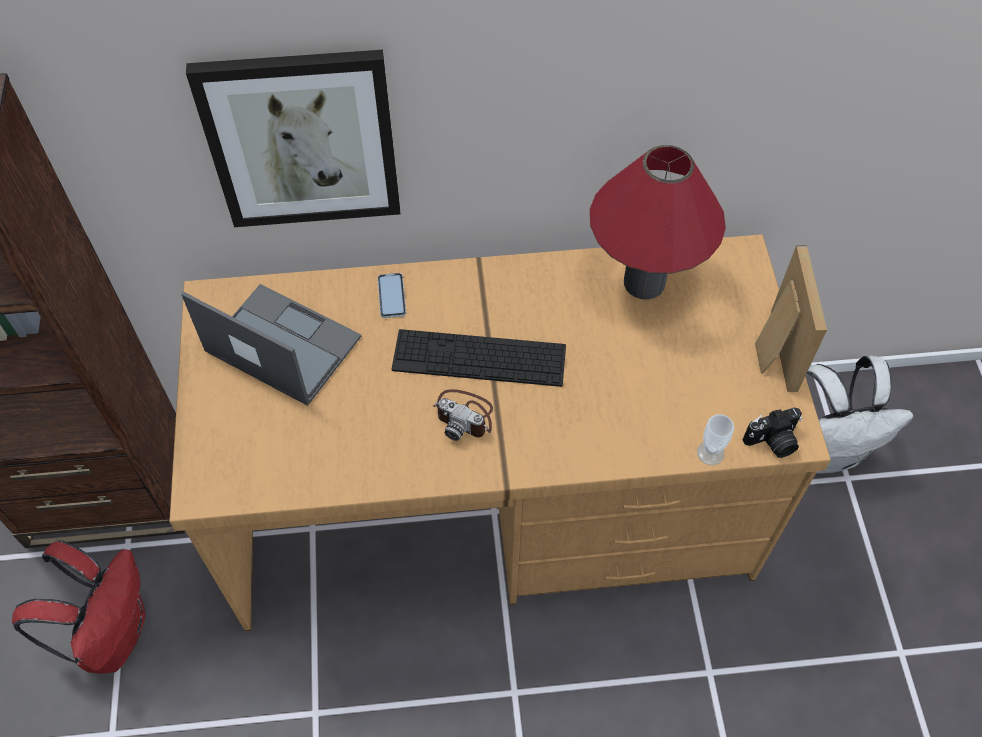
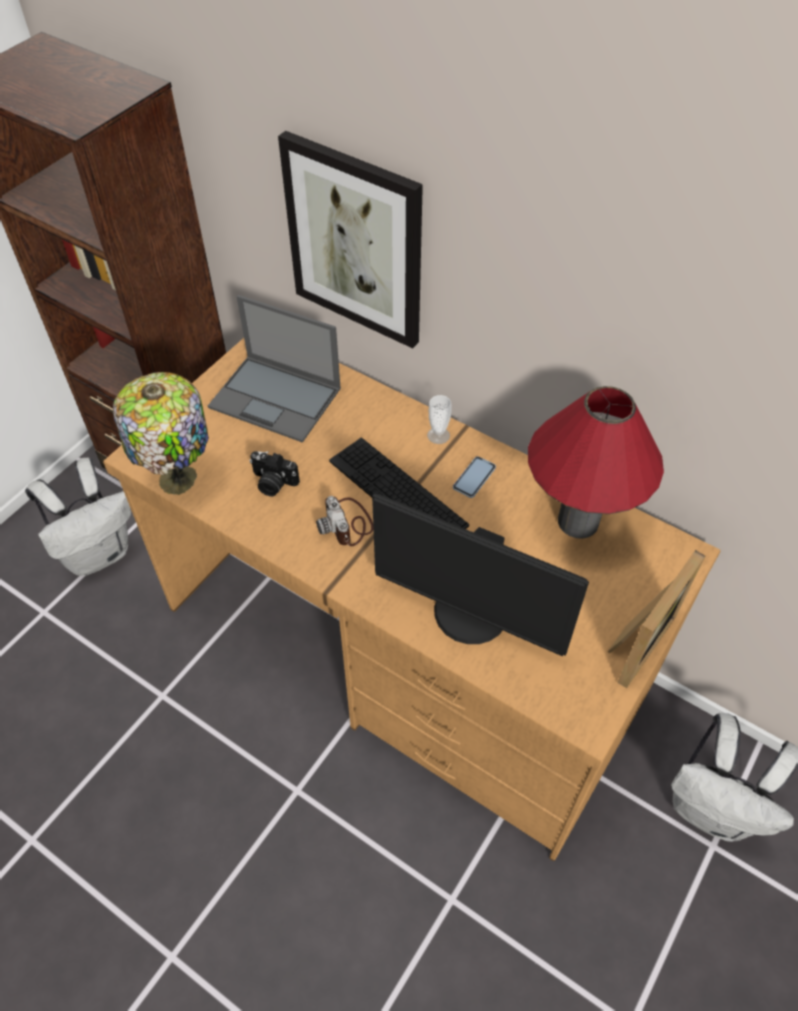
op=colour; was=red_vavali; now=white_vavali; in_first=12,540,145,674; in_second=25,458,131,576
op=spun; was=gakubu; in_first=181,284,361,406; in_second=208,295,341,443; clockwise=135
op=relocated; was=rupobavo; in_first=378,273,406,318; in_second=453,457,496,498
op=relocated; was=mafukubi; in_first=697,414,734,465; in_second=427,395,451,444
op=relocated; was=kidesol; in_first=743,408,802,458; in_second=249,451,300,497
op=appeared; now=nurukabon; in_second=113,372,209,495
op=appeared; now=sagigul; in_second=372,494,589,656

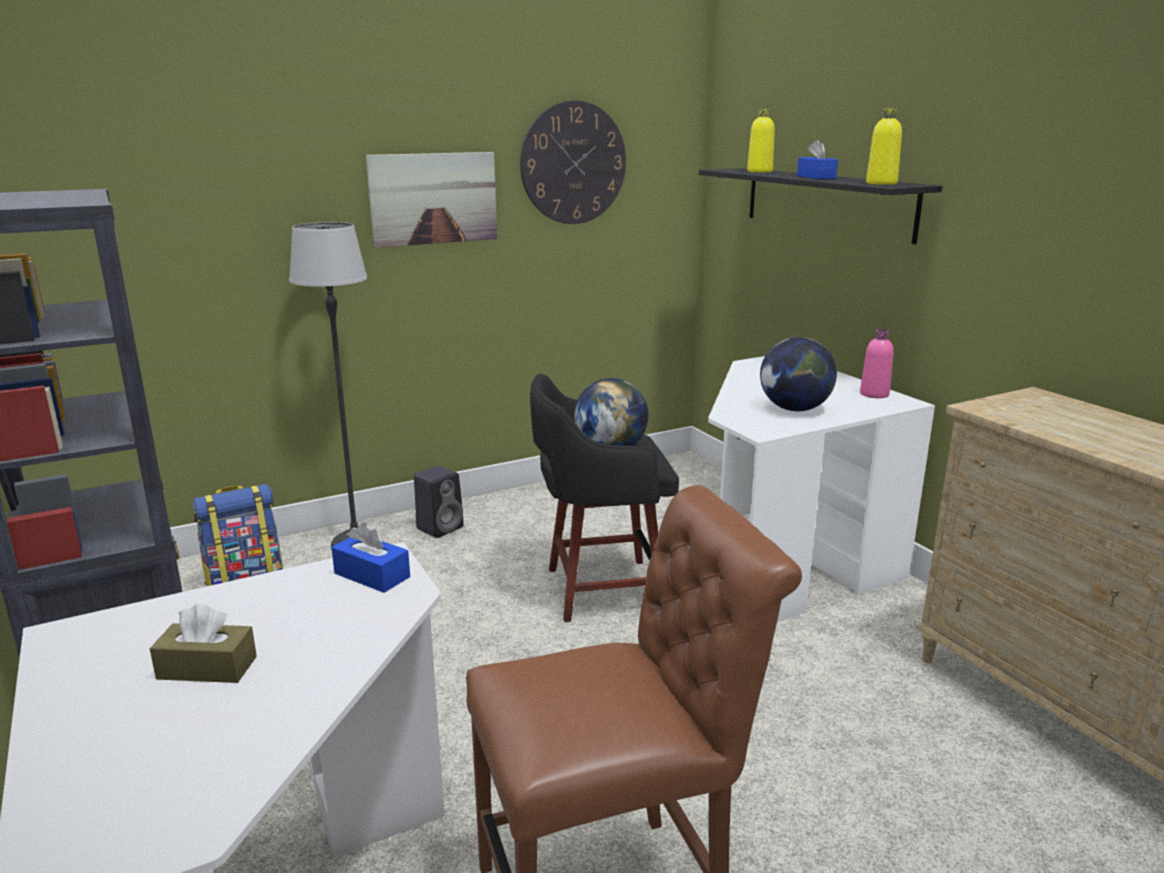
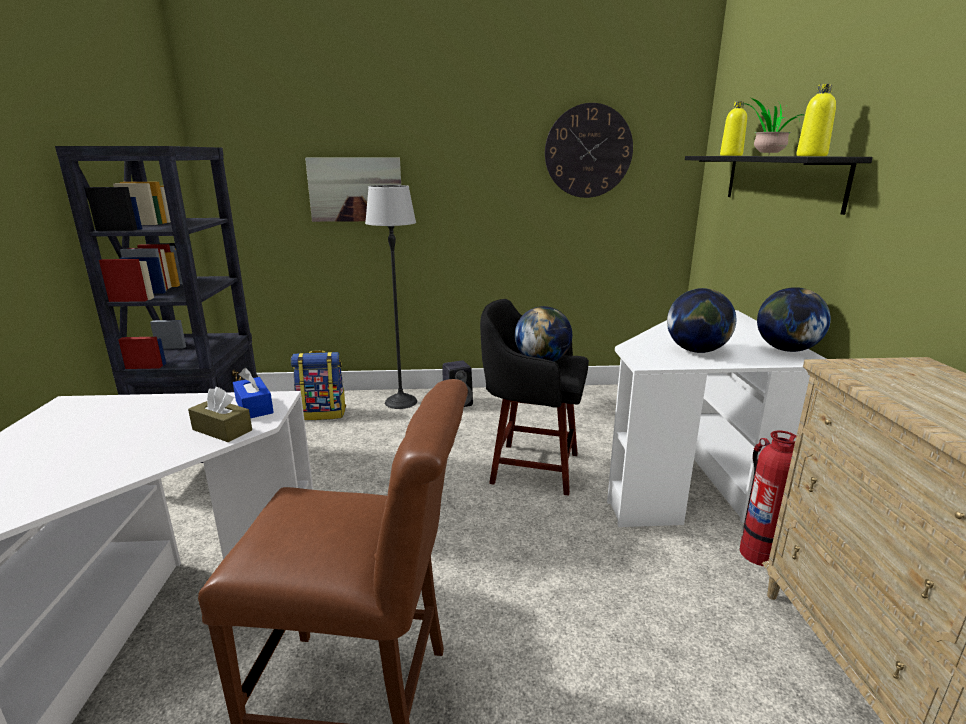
op=relocated; was=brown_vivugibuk; in_first=150,604,257,683; in_second=188,387,252,442
op=relocated; was=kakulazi; in_first=366,152,497,248; in_second=305,158,401,222
op=exchanged; was=blue_vivugibuk; now=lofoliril; in_first=797,140,838,179; in_second=746,98,805,154
op=exchanged; was=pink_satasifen; now=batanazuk; in_first=860,329,893,398; in_second=757,287,831,352
op=appeared; now=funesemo; in_second=740,430,796,566

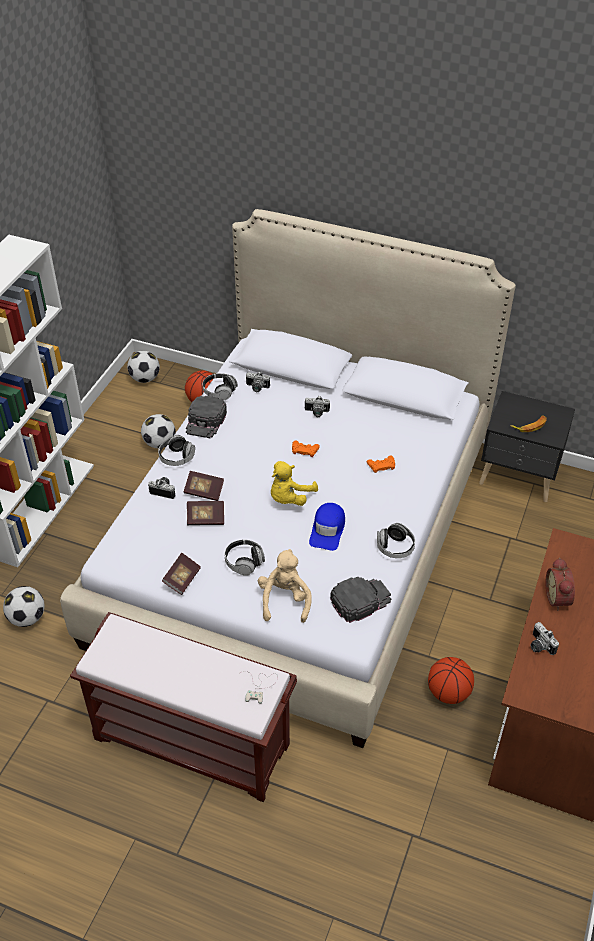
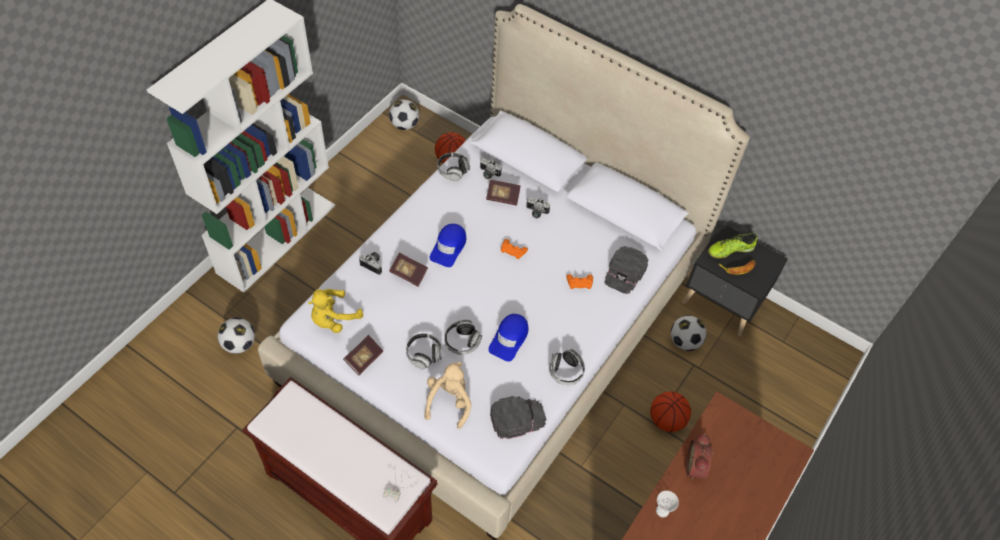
op=relocated; was=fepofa; in_first=141,414,176,448; in_second=671,315,707,351
op=relocated; was=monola; in_first=158,435,195,466; in_second=444,320,482,355
op=relocated; was=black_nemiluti; in_first=186,396,227,438; in_second=604,246,648,294
op=relocated; was=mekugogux; in_first=187,501,224,525; in_second=486,180,521,206
op=relocated; was=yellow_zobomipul; in_first=271,461,318,506; in_second=308,289,363,333
op=relocated; was=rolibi; in_first=428,657,474,704; in_second=650,391,691,432
op=exchanged; was=kidesol; now=mafukubi; in_first=530,622,559,655; in_second=656,491,679,518
op=appeared; now=blue_nemiluti; in_second=429,224,466,267
op=appeared; now=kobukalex; in_second=708,232,758,258

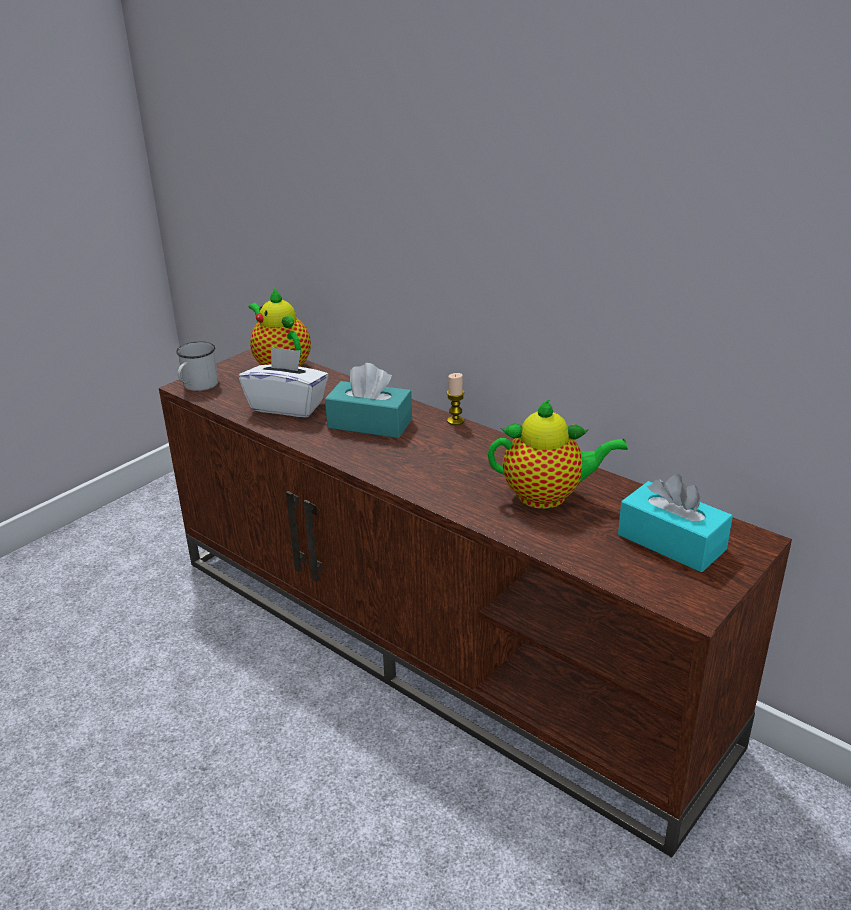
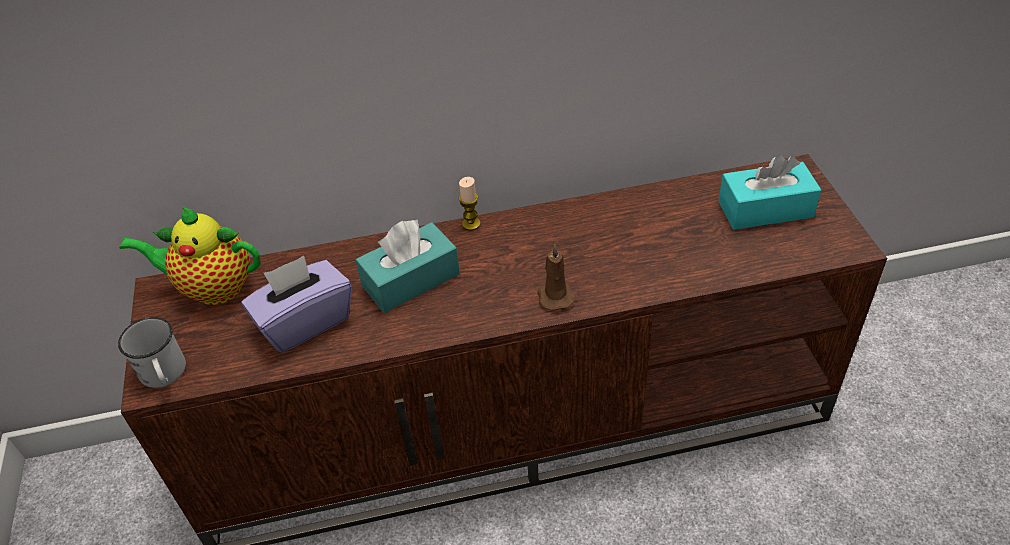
op=colour; was=white_vivugibuk; now=purple_vivugibuk; in_first=239,346,329,417; in_second=241,256,351,353
op=missing; was=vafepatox; in_first=488,399,628,509
op=appeared; now=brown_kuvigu; in_second=537,244,576,311

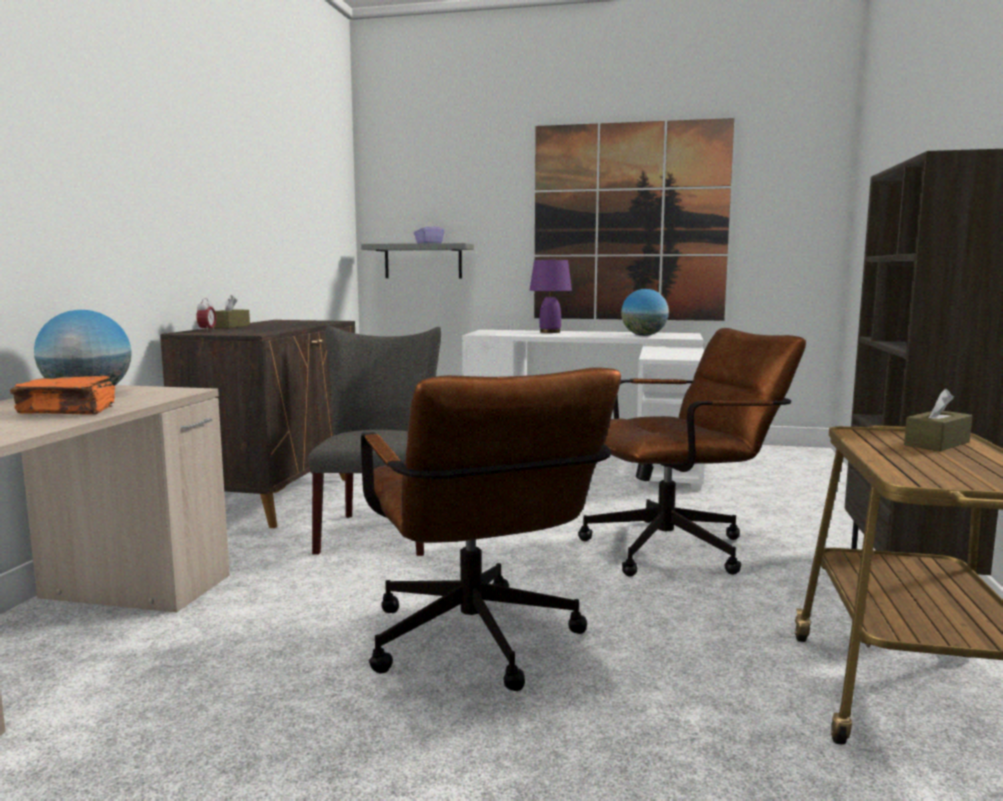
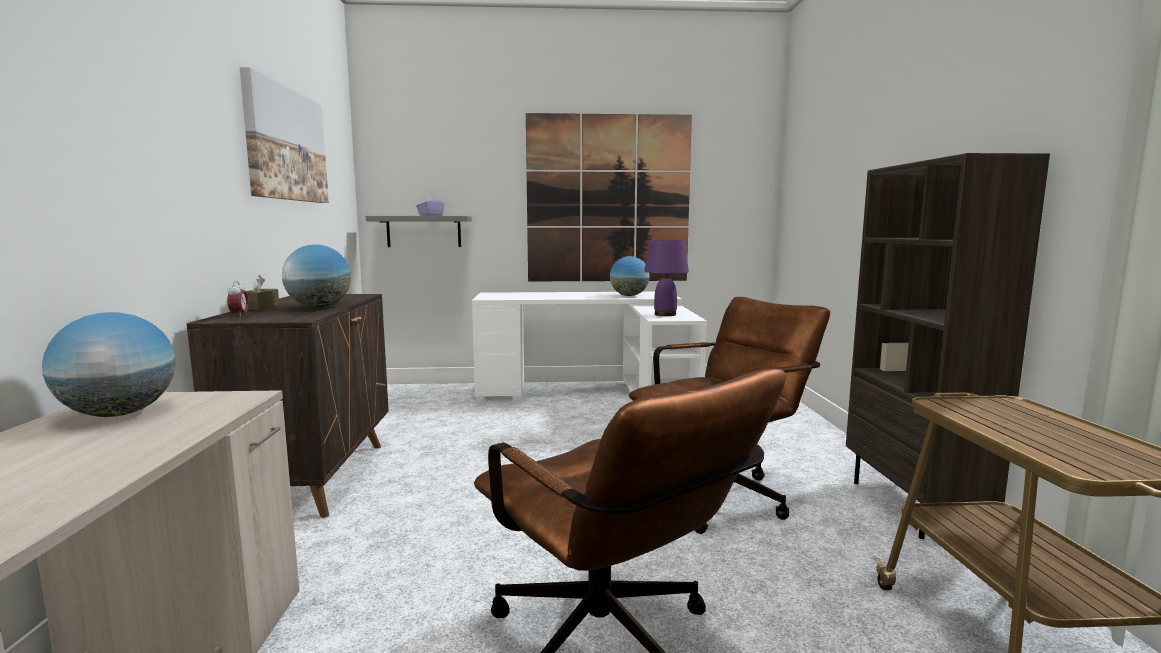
op=missing; was=orange_mekugogux; in_first=10,376,115,415
op=missing; was=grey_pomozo; in_first=308,326,441,556
op=relocated; was=purple_nurukabon; in_first=530,260,572,333; in_second=644,240,689,316
op=missing; was=brown_vivugibuk; in_first=904,389,972,451
op=appeared; now=kakulazi; in_second=240,67,329,203
op=appeared; now=batanazuk; in_second=282,244,351,308

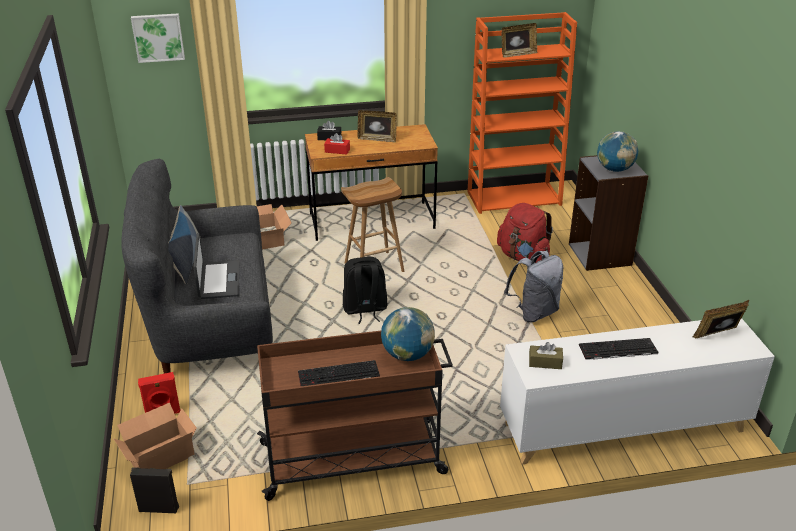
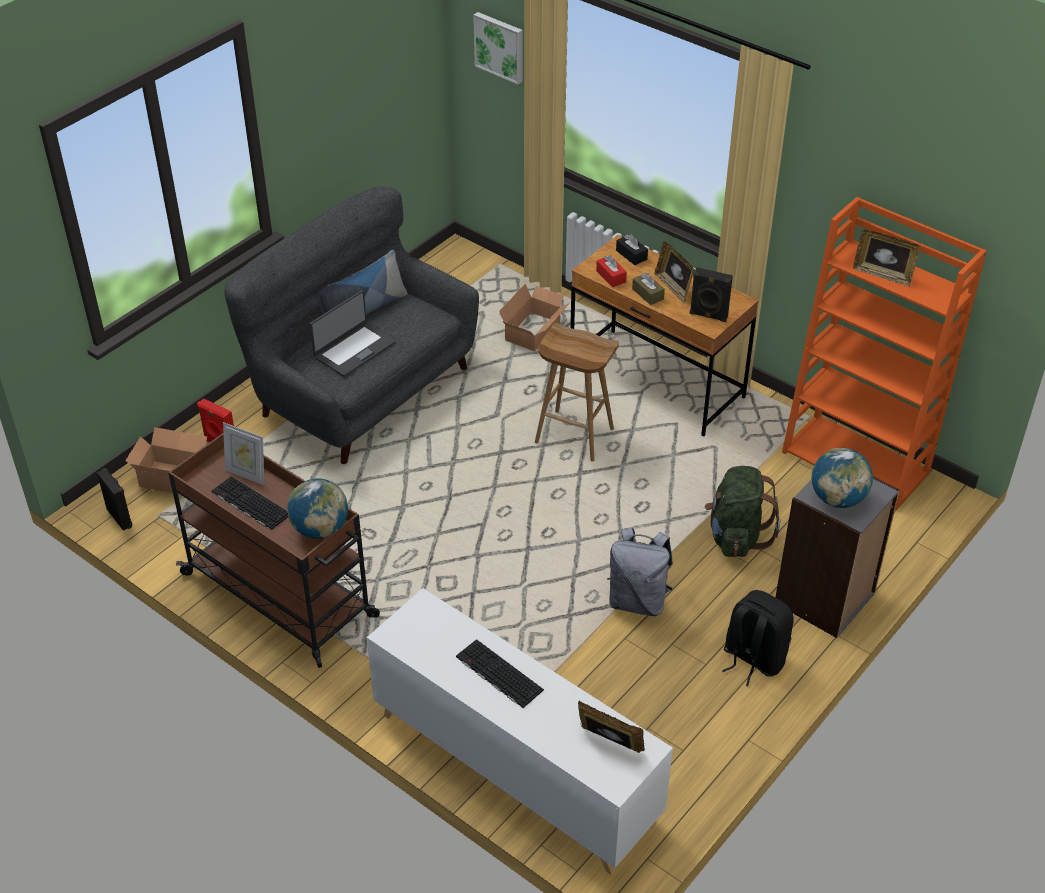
op=relocated; was=black_vavali; in_first=343,257,388,324; in_second=722,590,794,686
op=colour; was=red_vavali; now=green_vavali; in_first=497,203,553,263; in_second=705,466,780,557
op=relocated; was=brown_vivugibuk; in_first=529,342,563,369; in_second=632,273,665,305
op=appeared; now=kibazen; in_second=223,422,264,485
op=appeared; now=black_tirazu; in_second=690,267,733,322

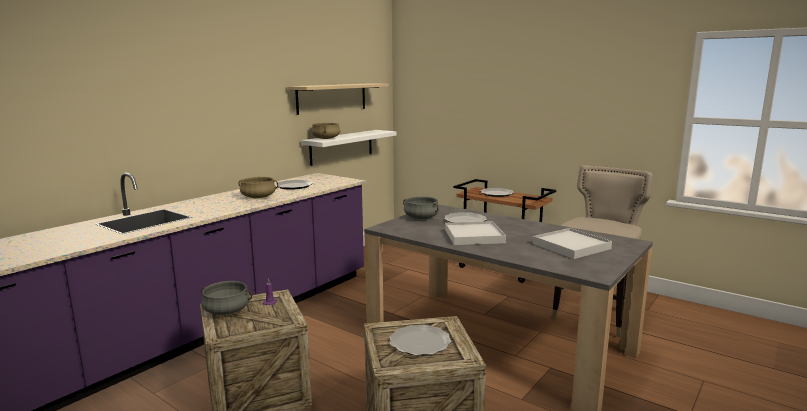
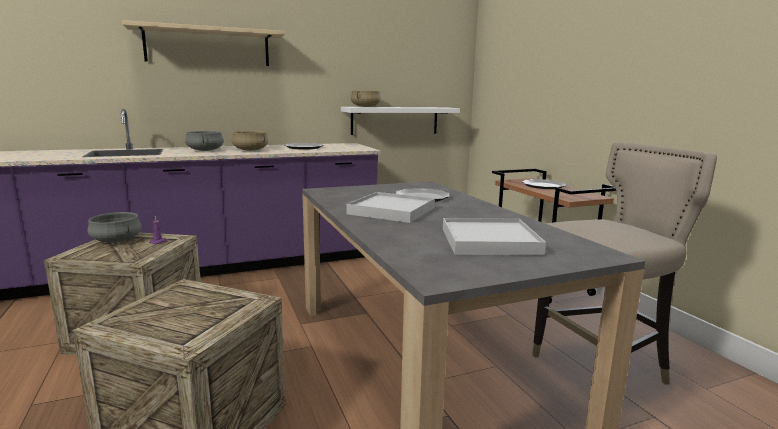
op=relocated; was=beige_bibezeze; in_first=287,83,389,115; in_second=122,20,285,66
op=missing; was=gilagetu; in_first=390,325,451,356
op=relocated; was=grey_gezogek; in_first=403,196,439,219; in_second=185,131,224,151

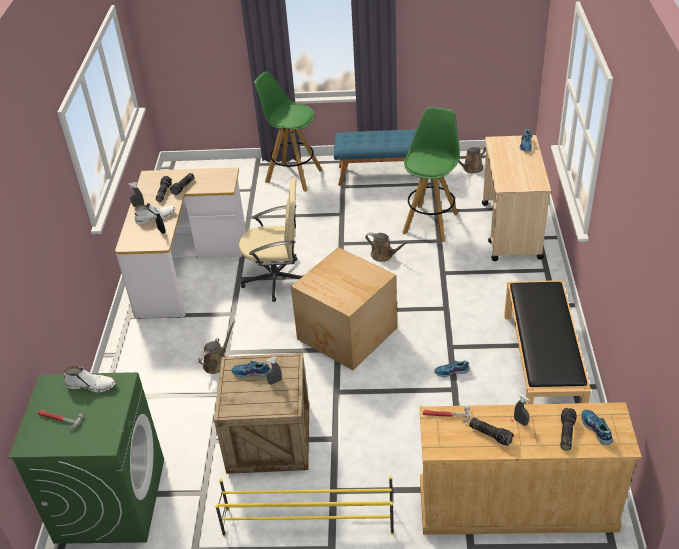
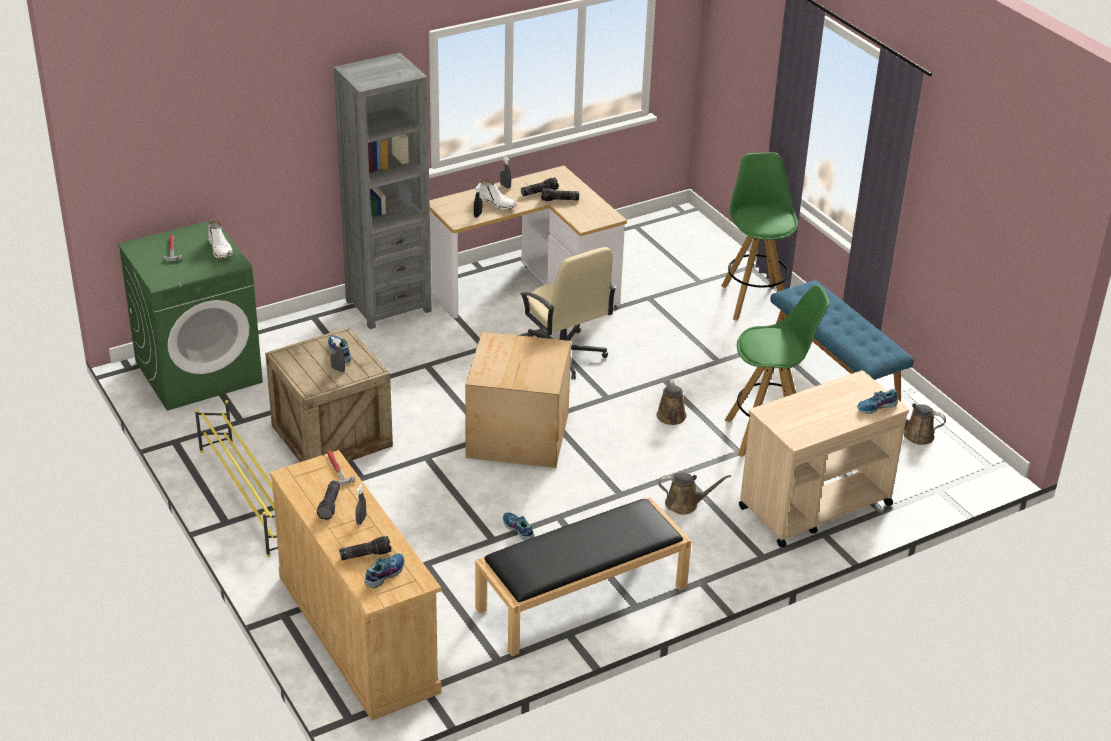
op=relocated; was=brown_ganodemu; in_first=198,321,235,374; in_second=659,473,731,515
op=appeared; now=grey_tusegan; in_second=333,53,432,329

